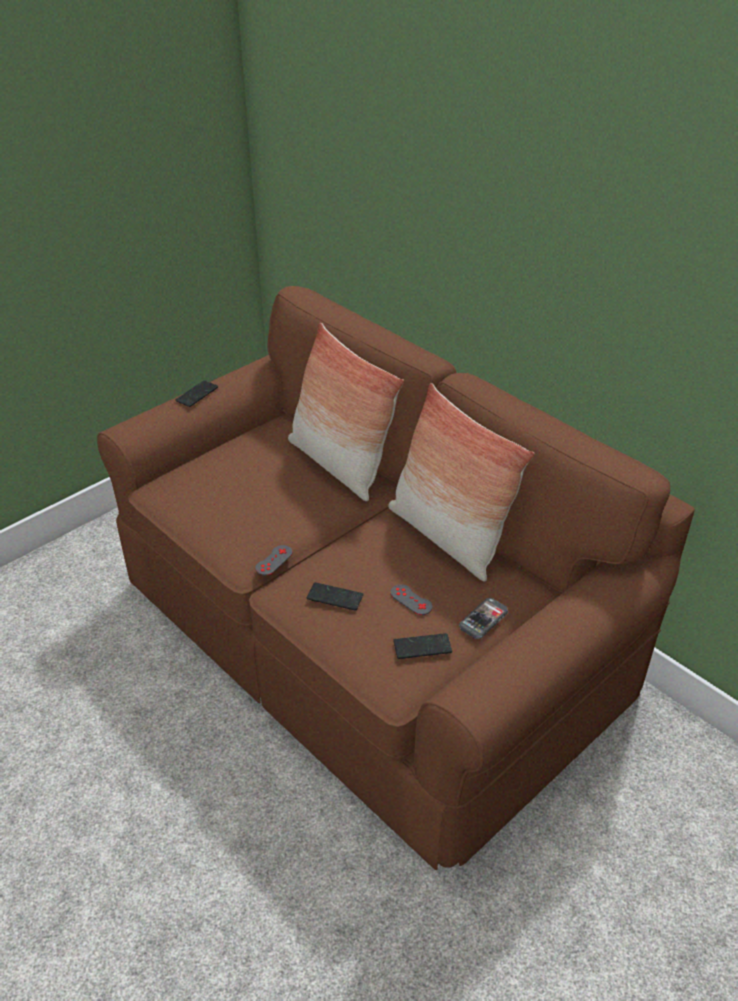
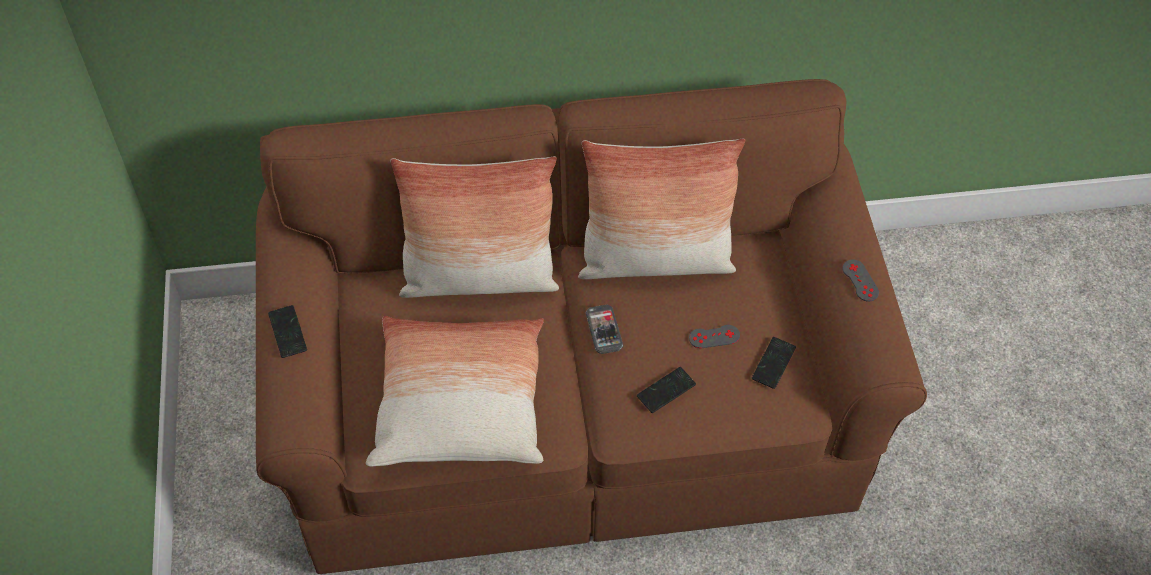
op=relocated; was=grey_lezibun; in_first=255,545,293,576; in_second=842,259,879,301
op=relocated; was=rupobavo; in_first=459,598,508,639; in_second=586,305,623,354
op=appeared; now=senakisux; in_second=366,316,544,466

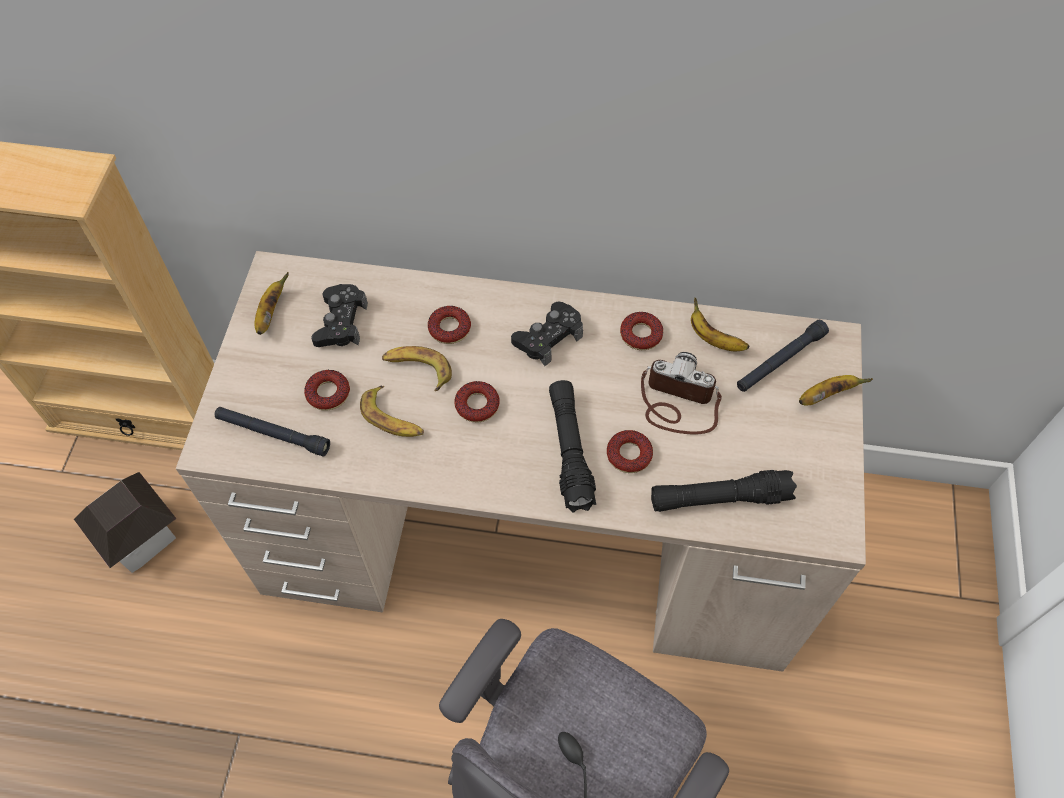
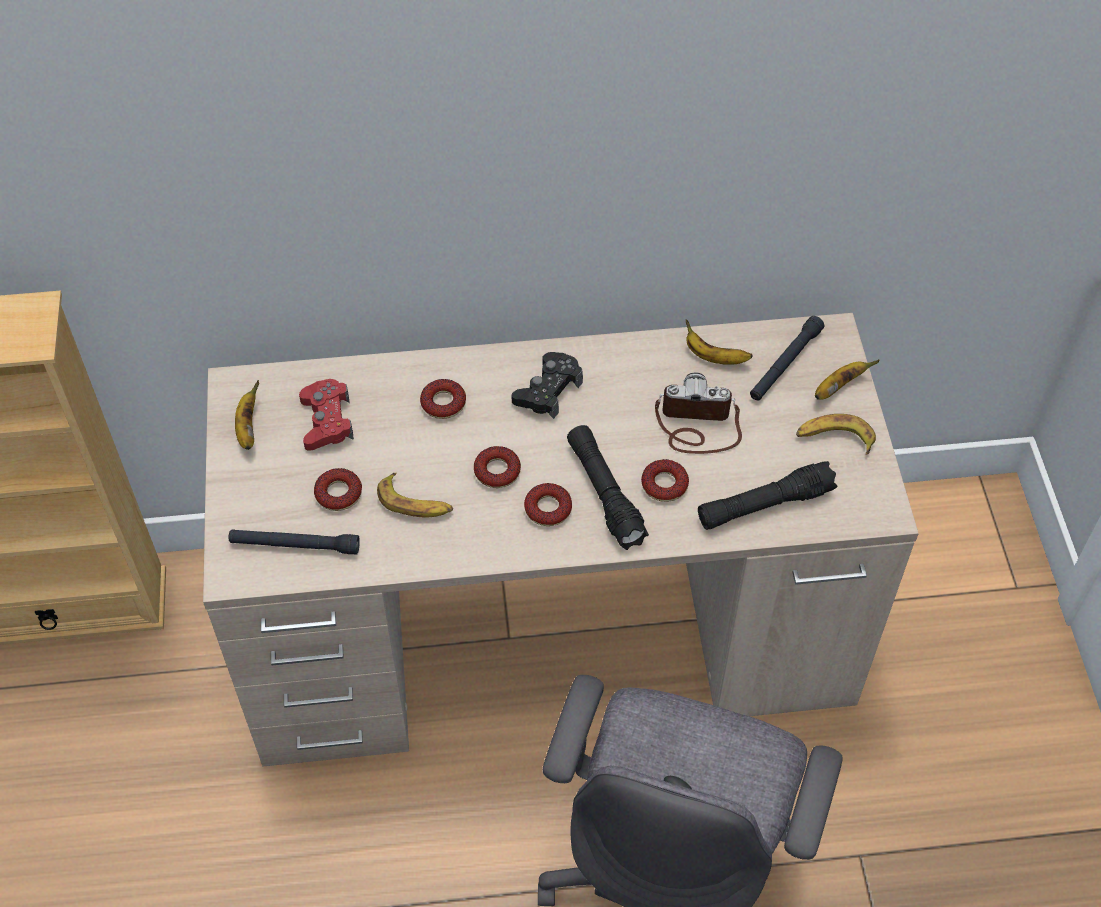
op=missing; was=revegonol; in_first=74,472,177,573
op=colour; was=black_lezibun; now=red_lezibun; in_first=311,284,368,347; in_second=299,379,354,450
op=relocated; was=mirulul; in_first=382,346,452,391; in_second=796,414,876,455
op=relocated; was=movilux; in_first=620,312,663,350; in_second=524,483,572,526

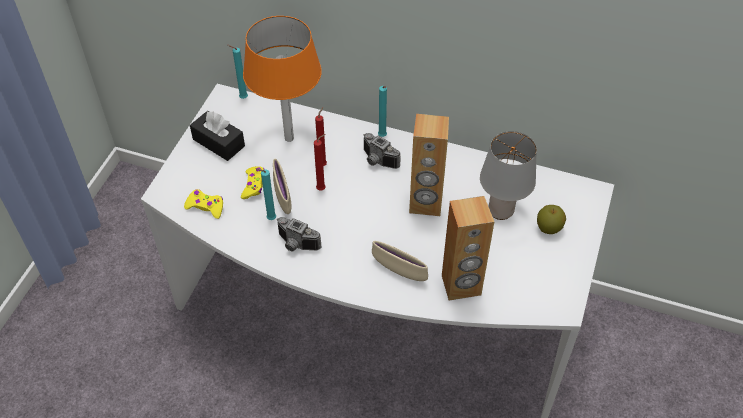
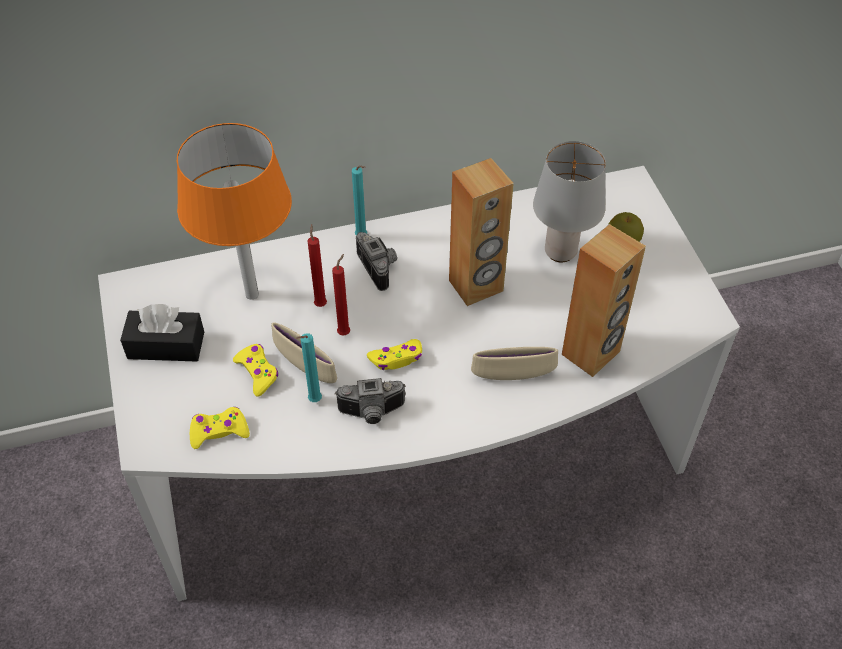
op=missing; was=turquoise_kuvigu; in_first=228,45,248,99
op=spun; was=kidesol; in_first=364,133,401,169; in_second=356,232,397,291; clockwise=-120
op=appeared; now=yellow_lezibun; in_second=367,339,422,370

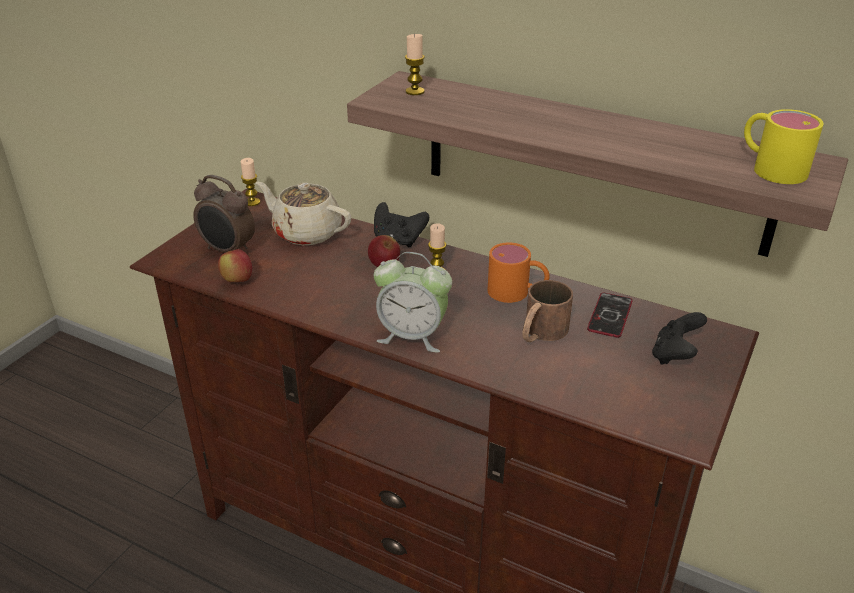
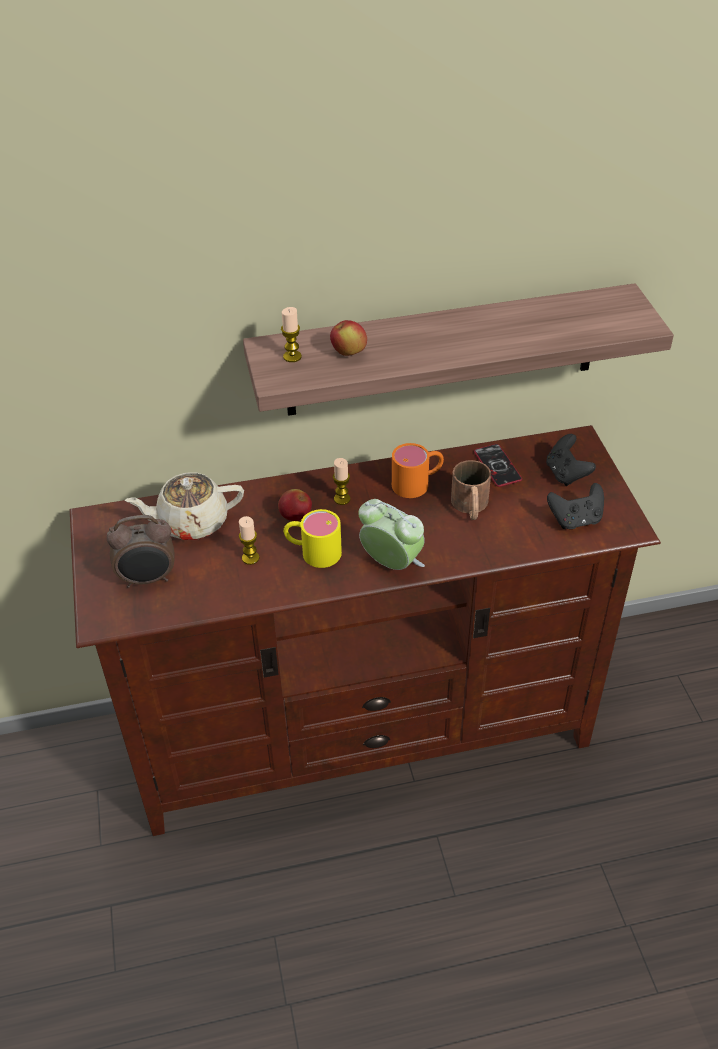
op=relocated; was=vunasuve; in_first=218,249,252,282; in_second=330,320,367,356
op=relocated; was=kuvigu; in_first=240,158,260,206; in_second=239,516,260,565
op=relocated; was=black_lezibun; in_first=374,202,429,247; in_second=547,483,604,529
op=spun; was=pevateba; in_first=374,252,452,353; in_second=358,499,425,570; clockwise=-120
op=relocated; was=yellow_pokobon; in_first=744,109,824,184; in_second=284,509,342,568

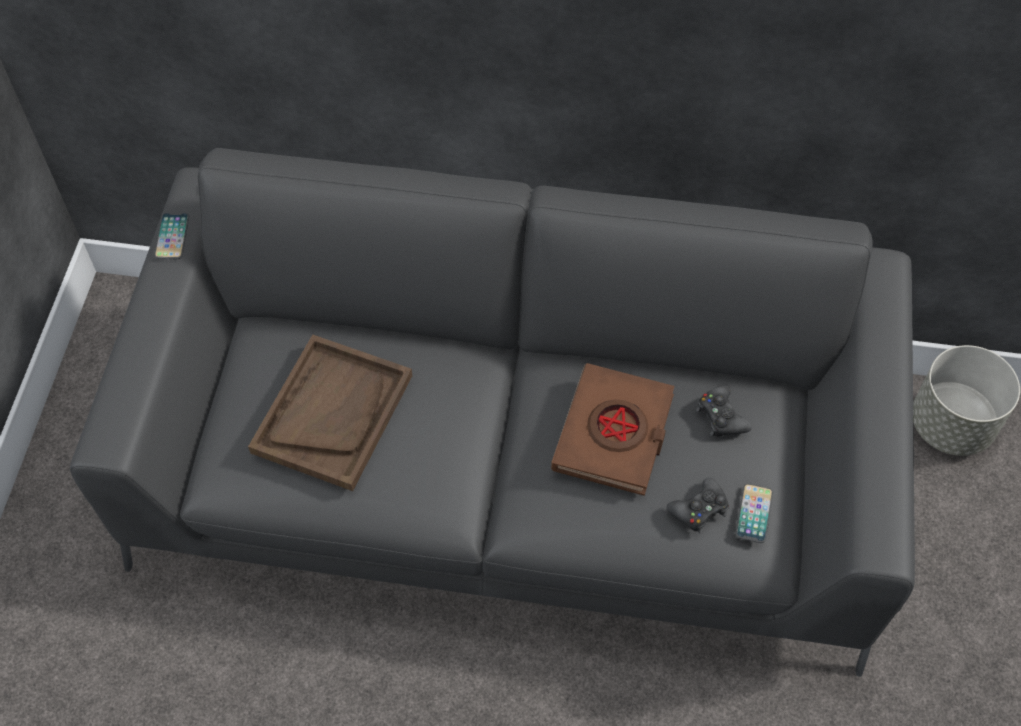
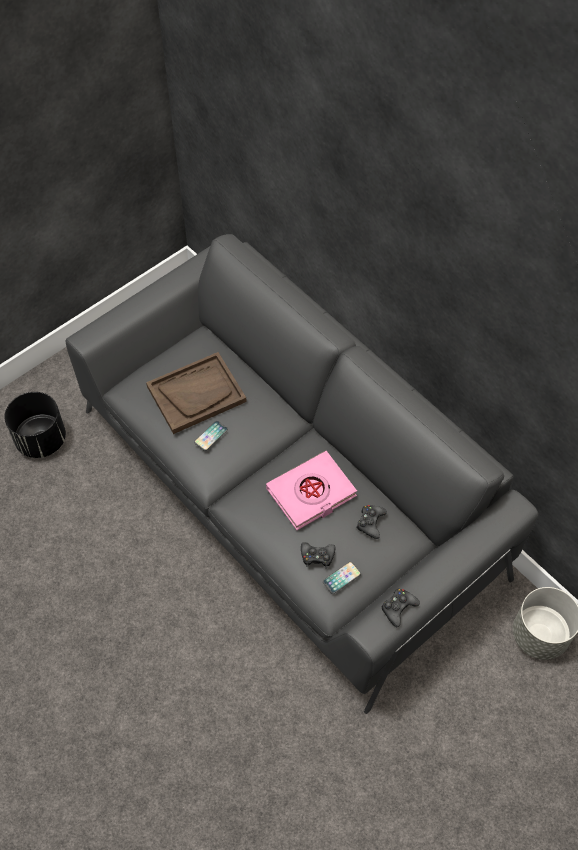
op=relocated; was=rupobavo; in_first=154,213,189,259; in_second=194,421,228,451
op=colour; was=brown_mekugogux; now=pink_mekugogux; in_first=551,363,675,496; in_second=266,451,357,530
op=appeared; now=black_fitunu; in_second=4,392,66,458
op=appeared; now=black_lezibun; in_second=381,588,420,627

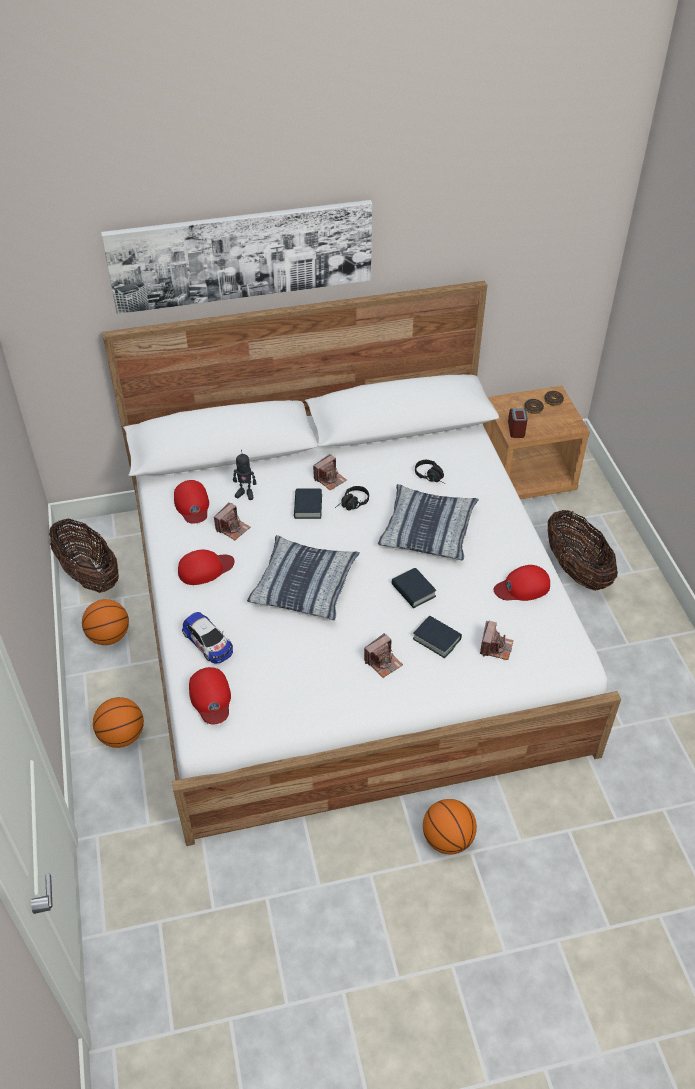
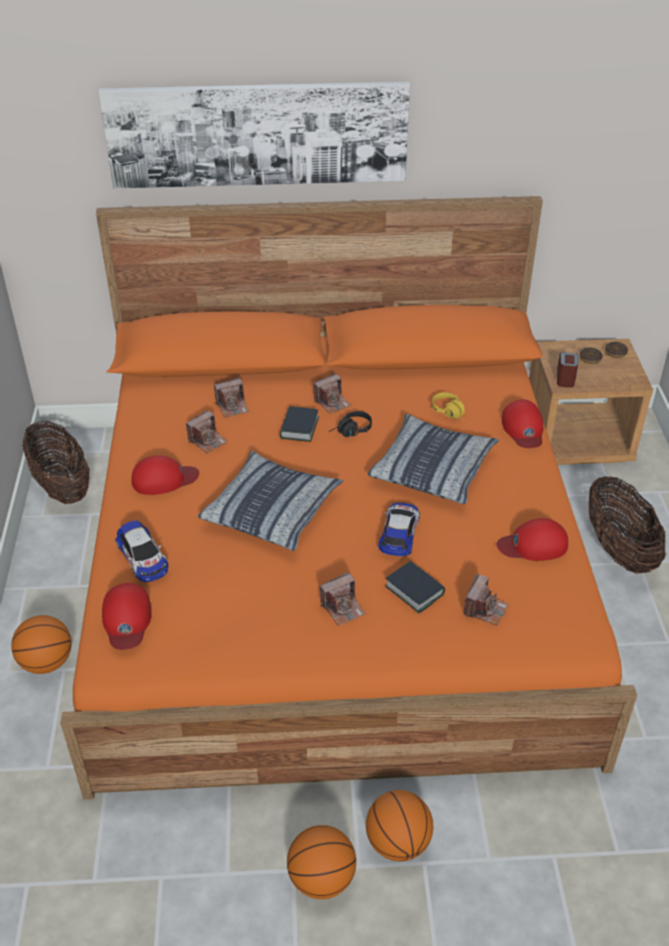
op=relocated; was=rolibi; in_first=82,599,129,645; in_second=287,825,356,899
op=colour; was=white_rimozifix; now=orange_rimozifix; in_first=102,281,621,846; in_second=60,196,637,800
op=relocated; was=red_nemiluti; in_first=174,480,209,524; in_second=502,400,543,448
op=exchanged; was=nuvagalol; now=kidesol; in_first=233,450,257,500; in_second=214,378,249,417
op=exchanged; was=mekugogux; now=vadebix; in_first=391,568,436,608; in_second=378,502,420,557
op=colour; was=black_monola; now=yellow_monola; in_first=415,460,445,484; in_second=432,392,465,421

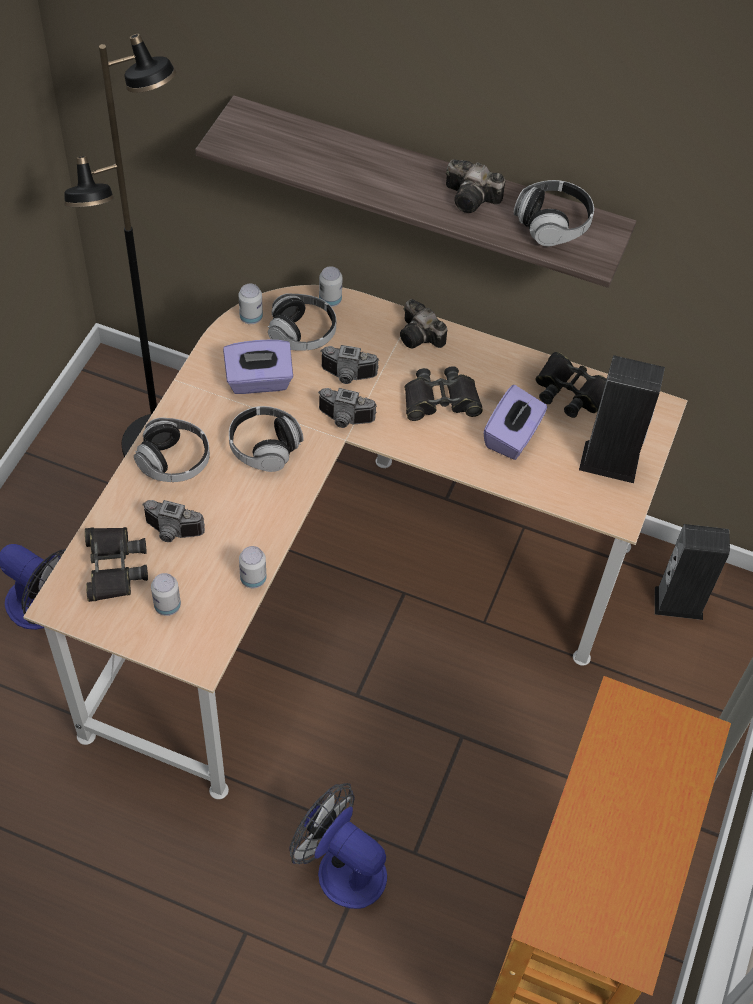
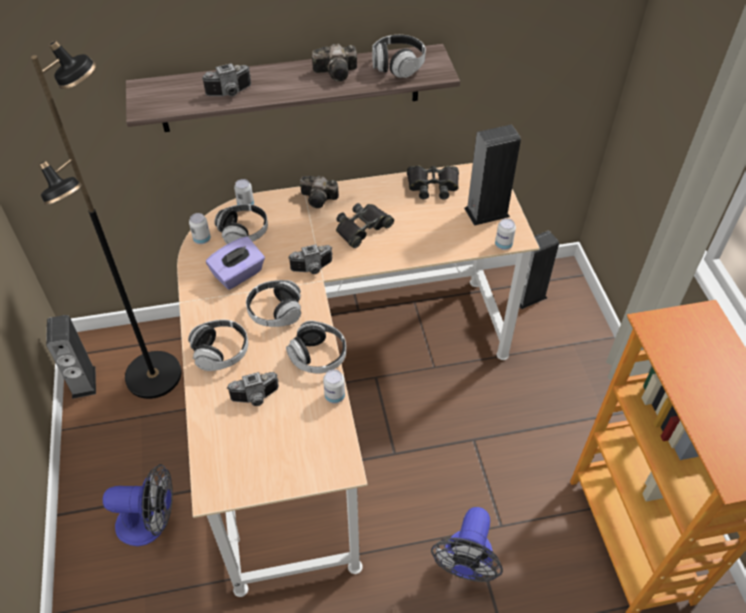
op=missing; was=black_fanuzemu; in_first=85,527,148,602
op=relocated; was=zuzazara; in_first=151,573,181,616; in_second=495,218,516,250
op=spun; was=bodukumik; in_first=289,783,387,909; in_second=431,507,503,582; clockwise=-75
op=relocated; was=kidesol; in_first=320,345,379,384; in_second=202,63,251,96
op=missing; was=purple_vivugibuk; in_first=483,385,547,460
op=appeared; now=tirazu; in_second=46,315,96,399
op=appeared; now=monola; in_second=286,321,346,374

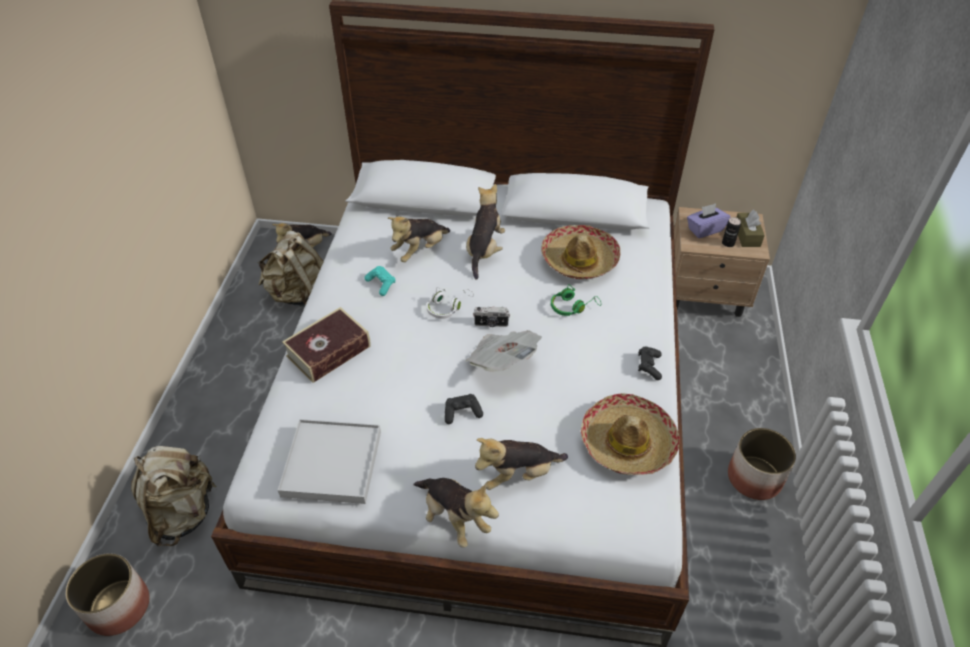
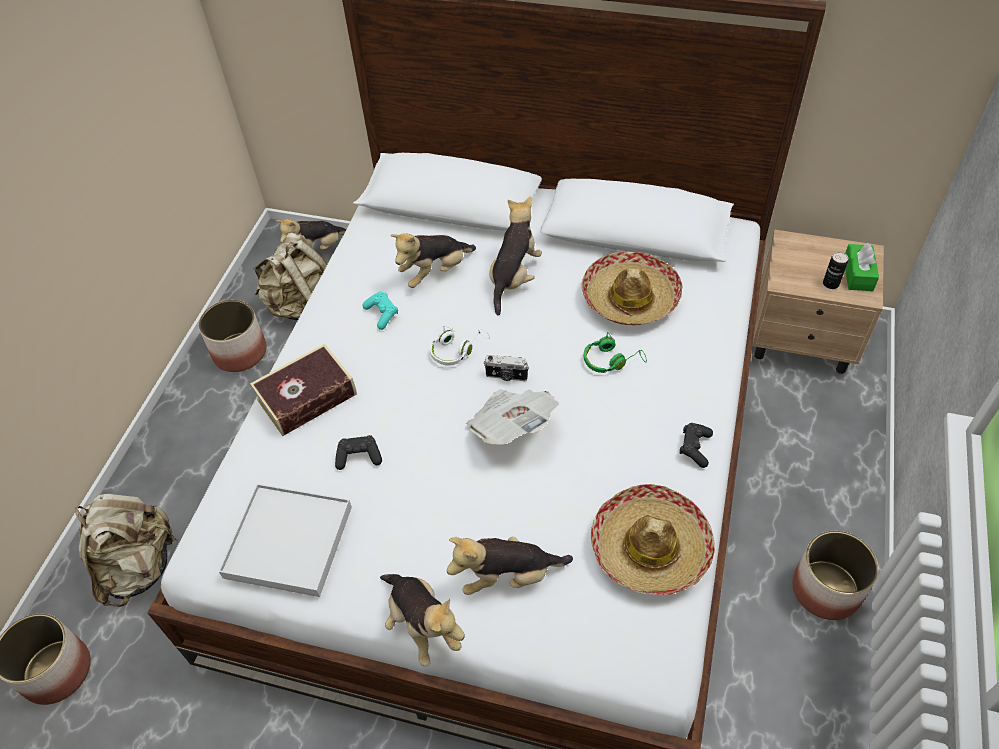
op=relocated; was=black_lezibun; in_first=445,394,483,424; in_second=335,435,382,470
op=missing; was=purple_vivugibuk; in_first=687,203,730,238
op=colour; was=brown_vivugibuk; now=green_vivugibuk; in_first=736,210,765,247; in_second=845,243,879,291
op=appeared; now=fitunu; in_second=199,300,267,372

